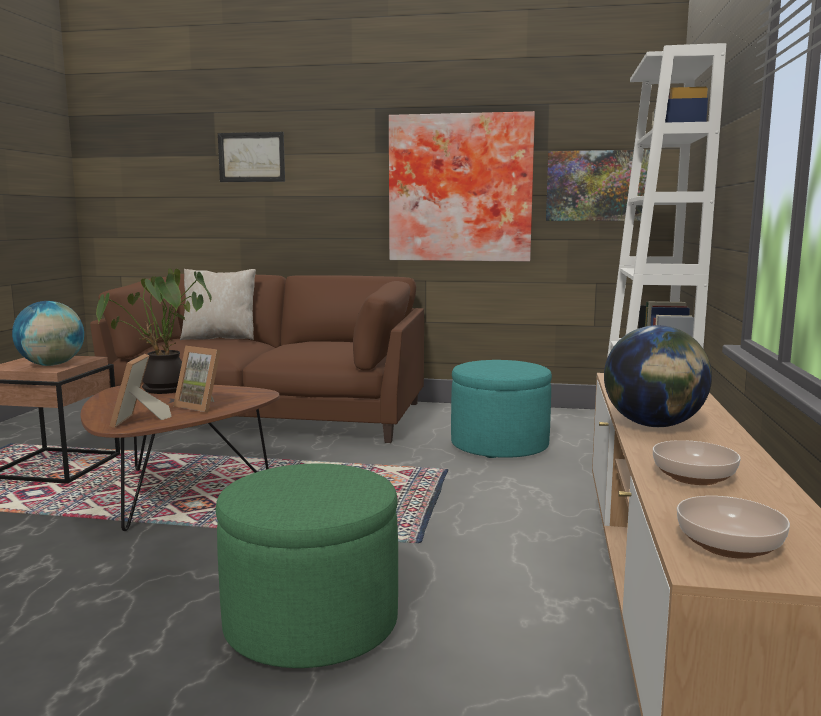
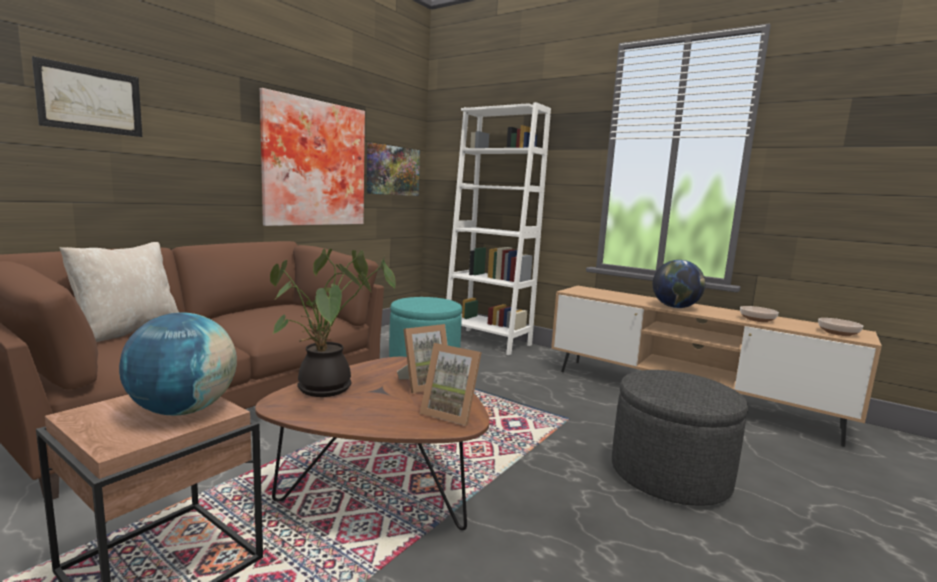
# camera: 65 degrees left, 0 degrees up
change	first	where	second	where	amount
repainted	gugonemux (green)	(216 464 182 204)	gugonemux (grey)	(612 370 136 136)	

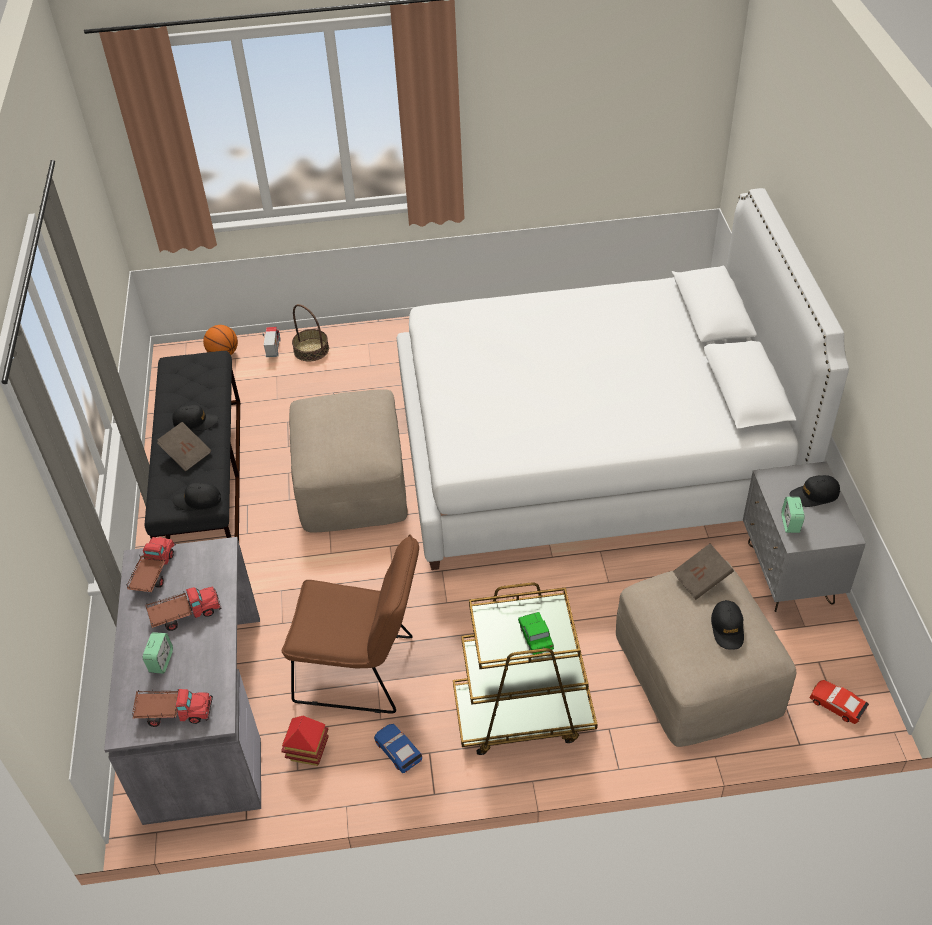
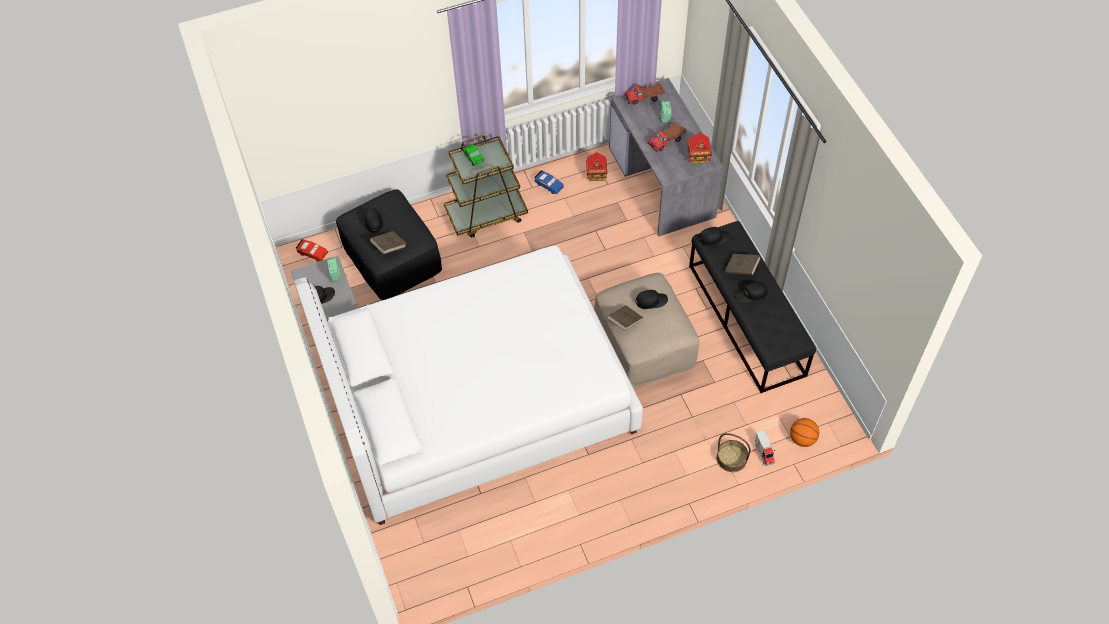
# camera: 165 degrees right, 10 degrees up
change	first	where	second	where	amount
gone	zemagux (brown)	(282 534 137 180)			
swapped	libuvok	(126 537 50 55)	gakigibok	(687 132 25 32)	
repainted	gugonemux (beige)	(616 560 180 187)	gugonemux (black)	(336 189 106 111)	
new			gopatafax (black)	(635 290 33 19)	
new			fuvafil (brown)	(607 305 36 26)	

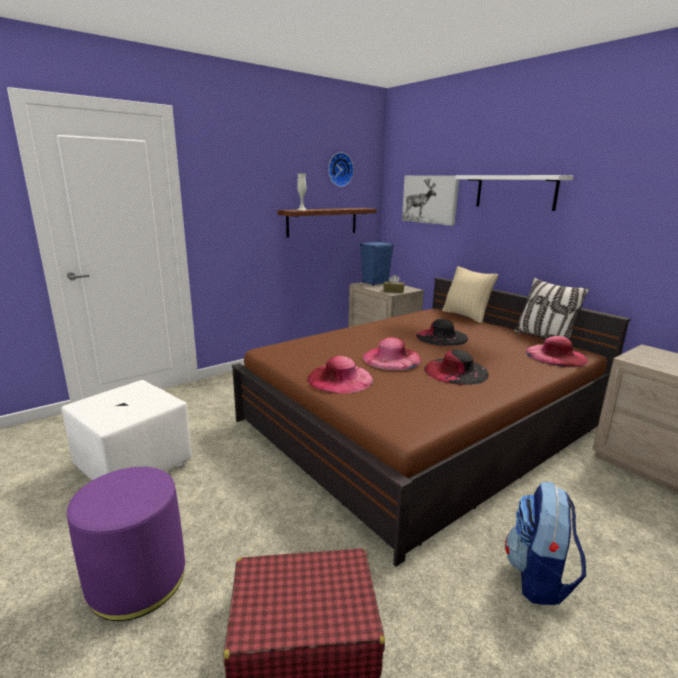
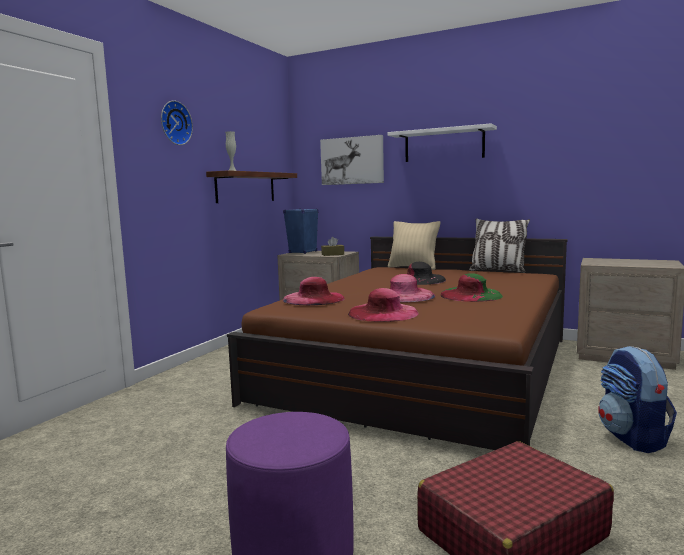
# camera: 25 degrees left, 10 degrees down
change	first	where	second	where	amount
shifted	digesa	(328 152 26 35)		(161 100 32 45)	
shifted	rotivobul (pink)	(526 336 62 31)		(283 277 62 28)	
repainted	rotivobul (black)	(424 349 65 36)	rotivobul (green)	(441 273 62 29)	
gone	gugonemux (white)	(61 380 131 100)			

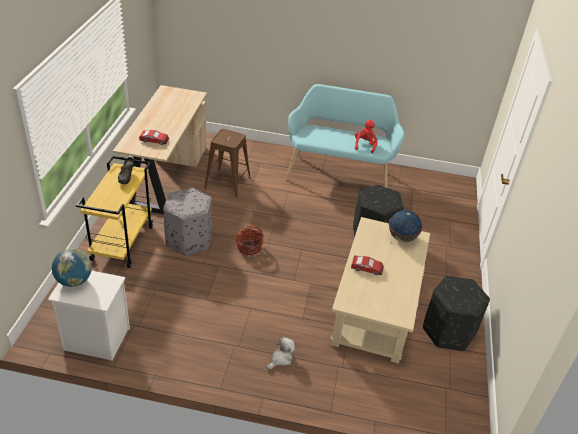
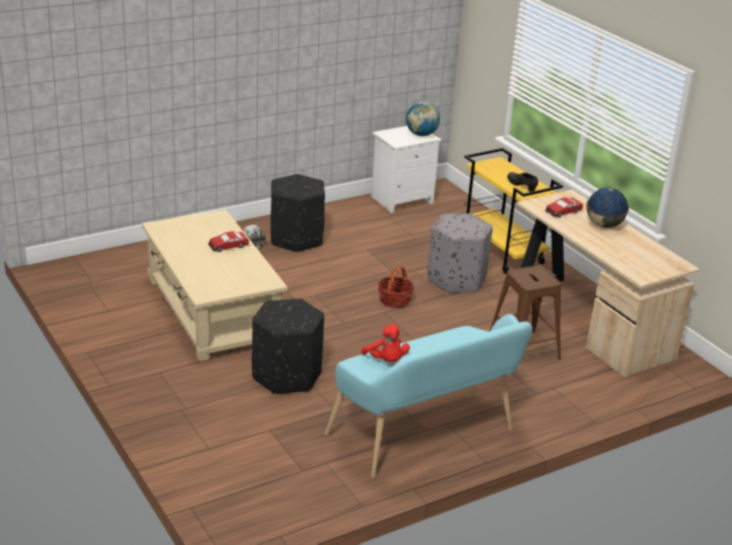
# camera: 140 degrees right, 10 degrees down
change	first	where	second	where	amount
shifted	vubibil	(389 210 33 32)		(586 188 43 40)	
shifted	gugonemux (black)	(423 276 67 75)		(270 174 55 79)	

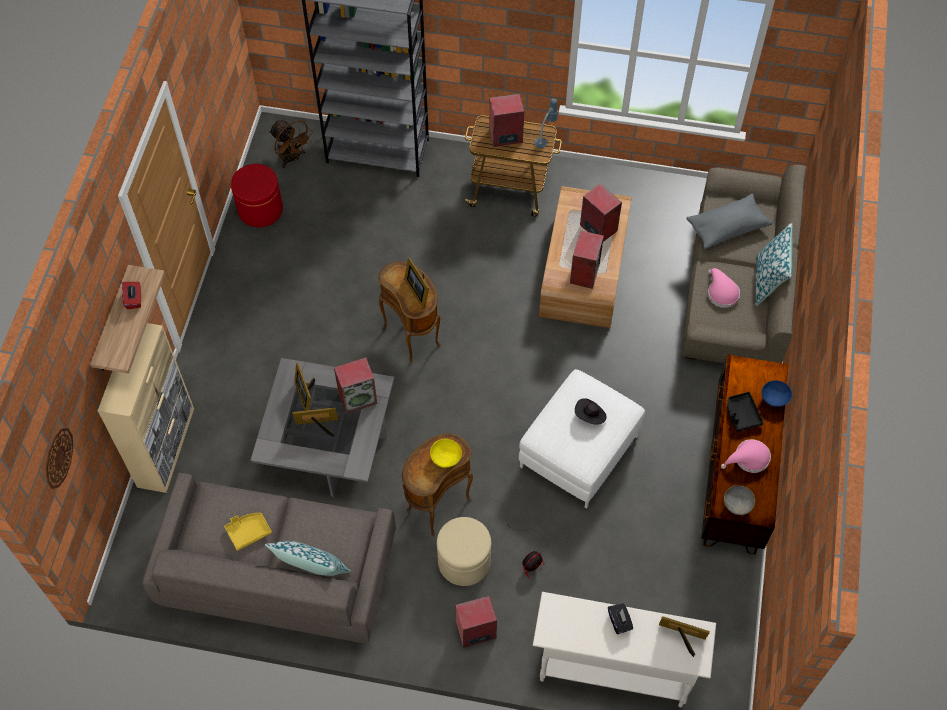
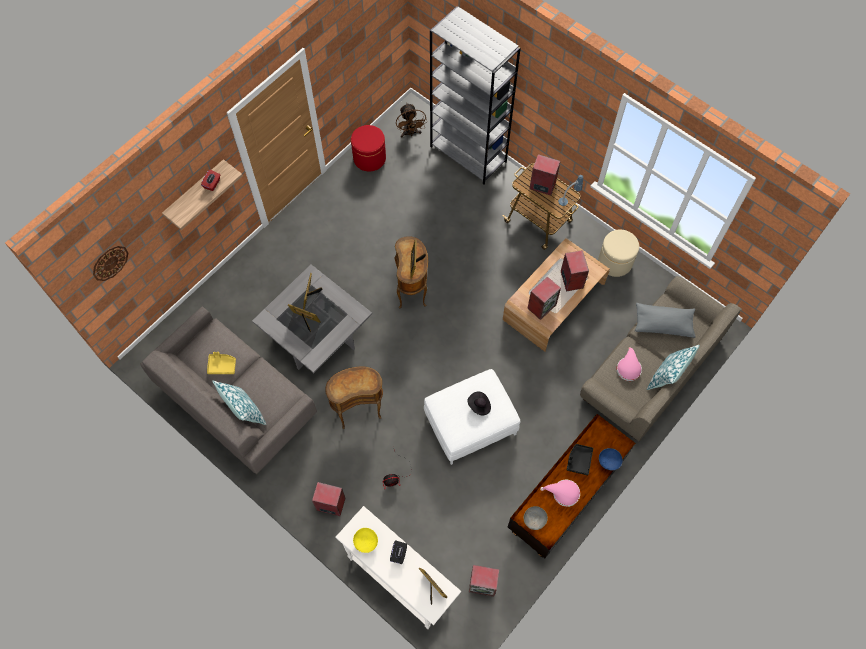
# camera: 30 degrees right, 5 degrees up
change	first	where	second	where	amount
gone	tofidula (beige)	(98 323 96 170)			
shifted	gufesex	(334 357 43 57)		(469 565 30 32)	
shifted	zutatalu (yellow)	(430 439 32 29)		(353 528 25 25)	
shifted	gugonemux (beige)	(437 517 54 69)		(598 230 41 47)	

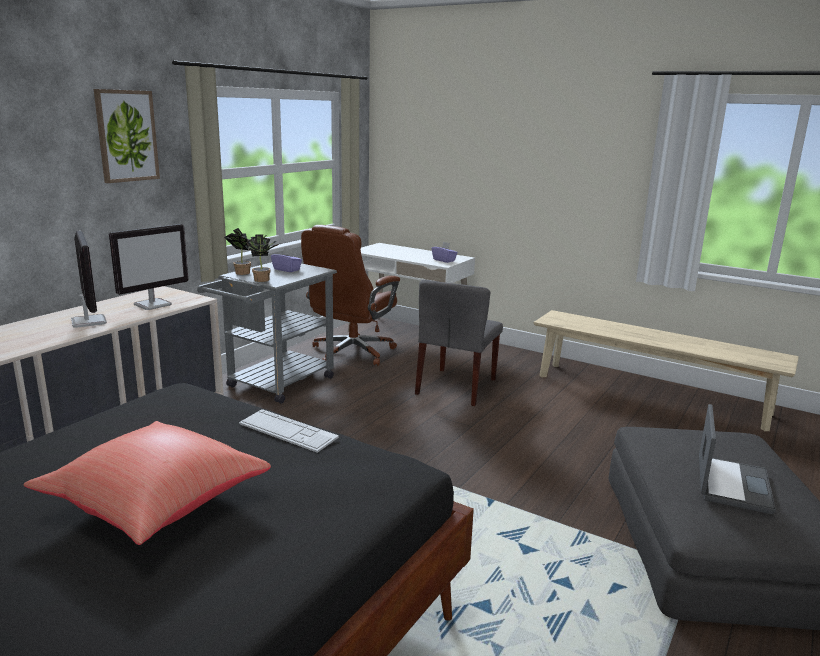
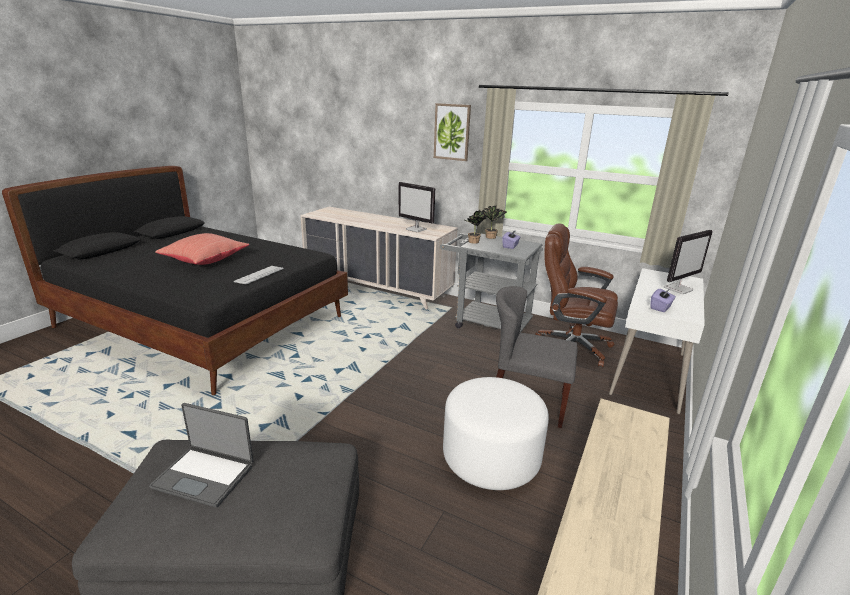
# camera: 85 degrees right, 5 degrees up
change	first	where	second	where	amount
shifted	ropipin	(71 231 36 97)		(664 230 49 64)	
new			gugonemux (white)	(443 377 106 113)	

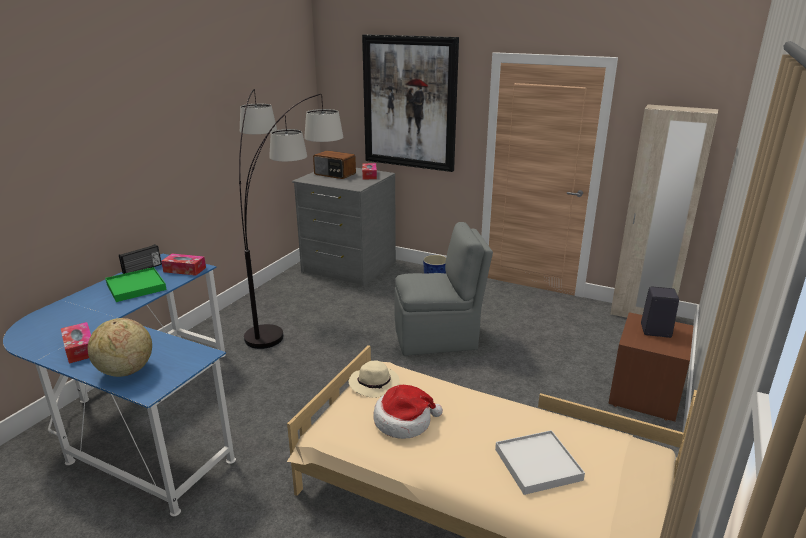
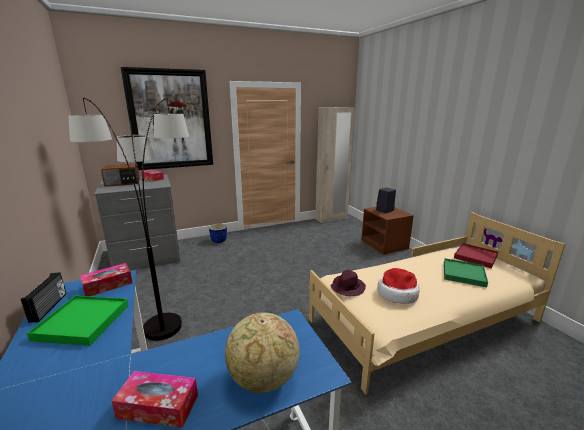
# camera: 50 degrees left, 5 degrees down
change	first	where	second	where	amount
gone	zemagux (grey)	(394 222 99 134)			
repainted	rotivobul (beige)	(349 361 51 37)	rotivobul (purple)	(330 270 36 26)	
repainted	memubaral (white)	(495 430 90 65)	memubaral (green)	(444 258 44 29)	
new			memubaral (red)	(454 243 44 25)	

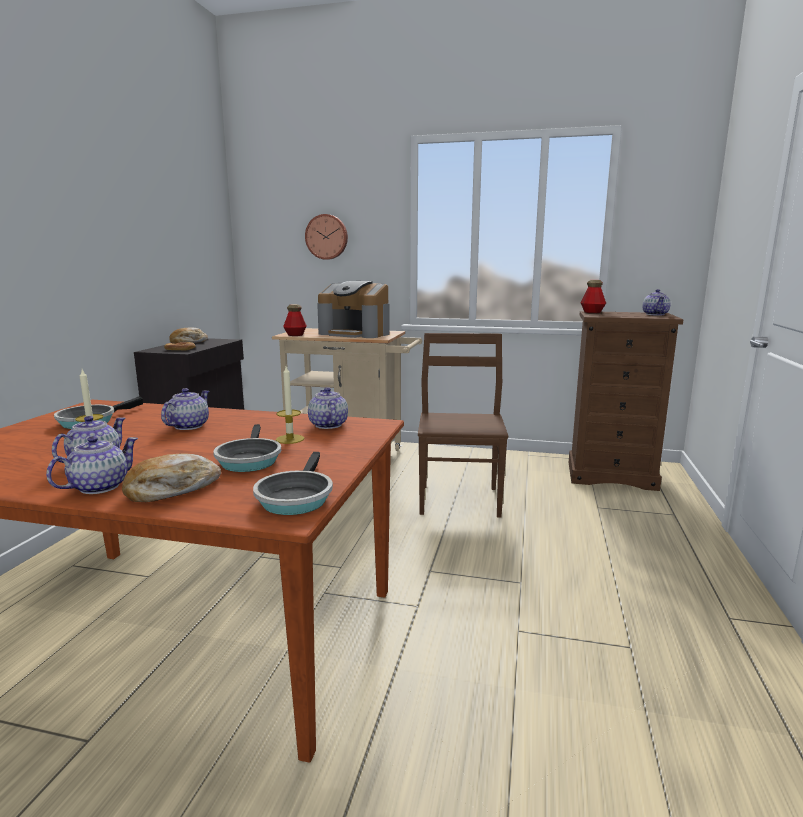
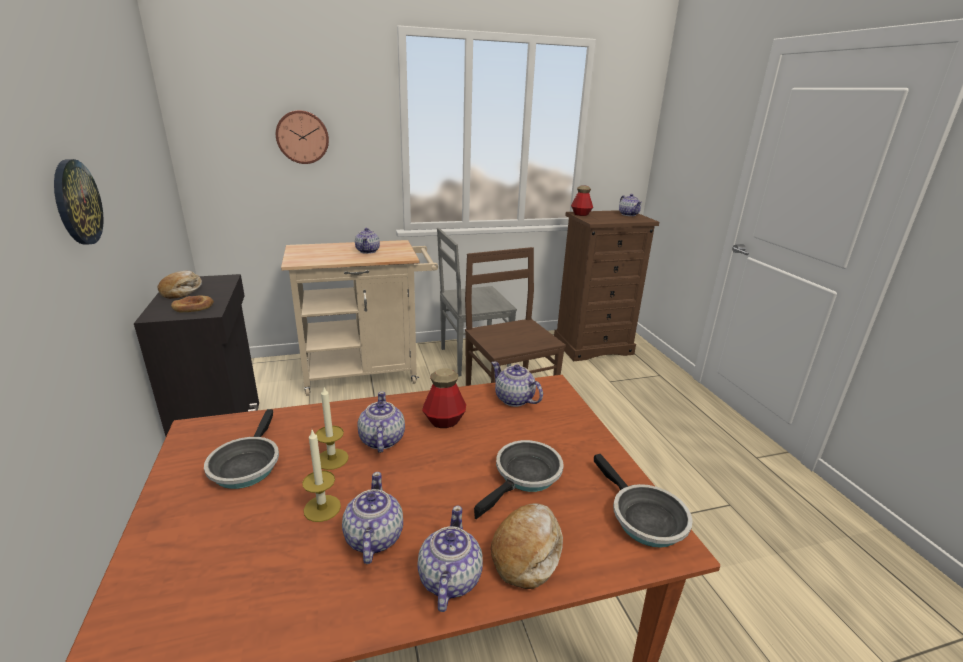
# camera: 30 degrees left, 10 degrees up
change	first	where	second	where	amount
swapped	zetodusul	(317 281 73 57)	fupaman	(355 228 25 26)	
shifted	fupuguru	(283 304 24 32)		(422 368 44 60)	
shifted	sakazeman	(276 366 28 78)		(316 387 33 83)	
rotated	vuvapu	(213 424 68 48)		(474 440 90 79)	105 degrees counterclockwise
new			digesa	(54 159 50 86)	
new			zemagux (grey)	(437 228 80 149)	

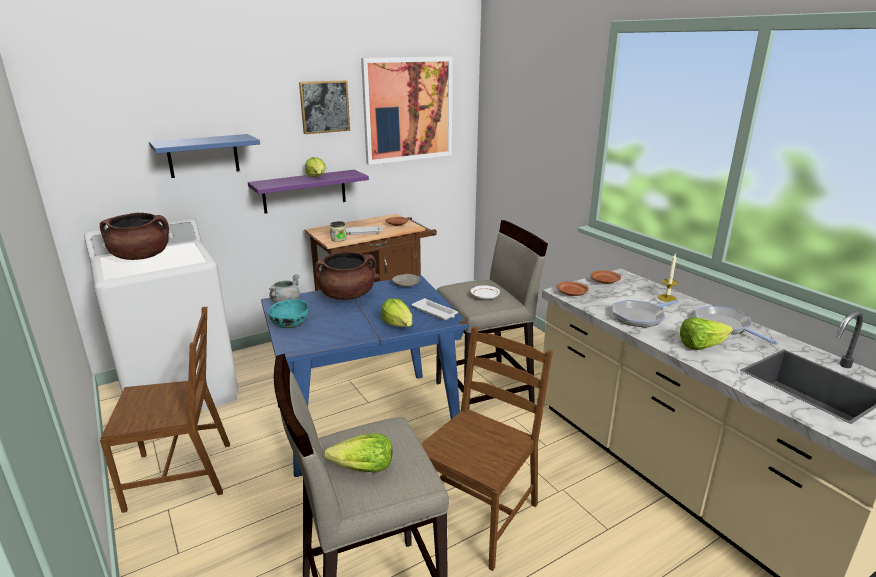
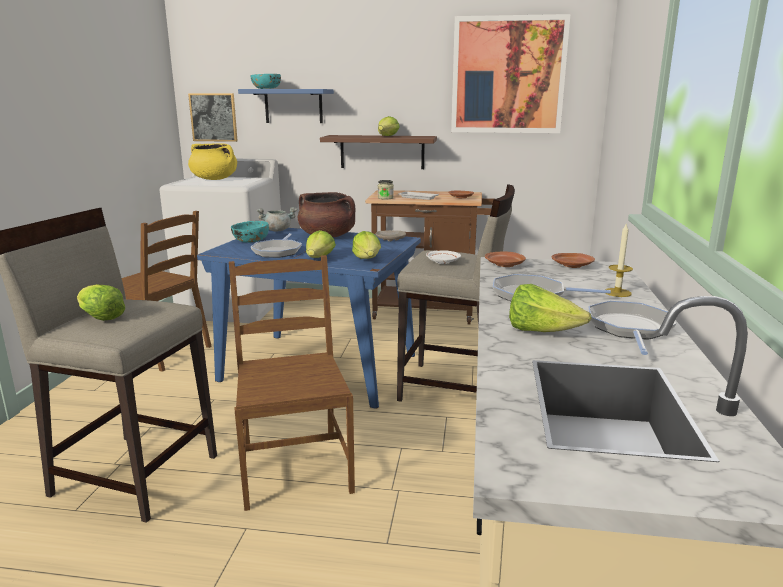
# camera: 40 degrees right, 5 degrees down
change	first	where	second	where	amount
shifted	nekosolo	(299 80 51 54)		(188 93 50 49)	
repainted	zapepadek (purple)	(248 170 121 44)	zapepadek (brown)	(320 135 117 34)	
repainted	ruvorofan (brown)	(100 212 69 48)	ruvorofan (yellow)	(188 143 49 37)	
swapped	memubaral (white)	(412 298 46 22)	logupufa	(352 231 29 28)	
rotated	zemagux (brown)	(421 326 132 245)		(229 255 126 256)	90 degrees counterclockwise
new			zutatalu (turquoise)	(251 74 30 15)	
new			vuvapu	(251 233 51 25)	

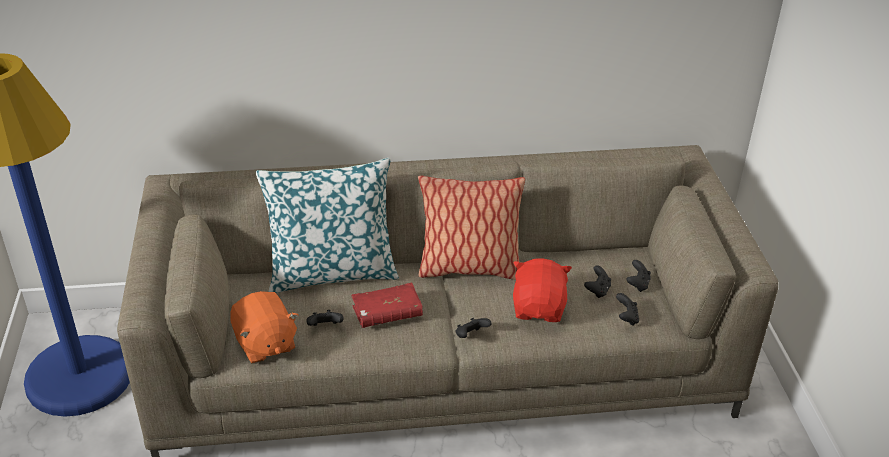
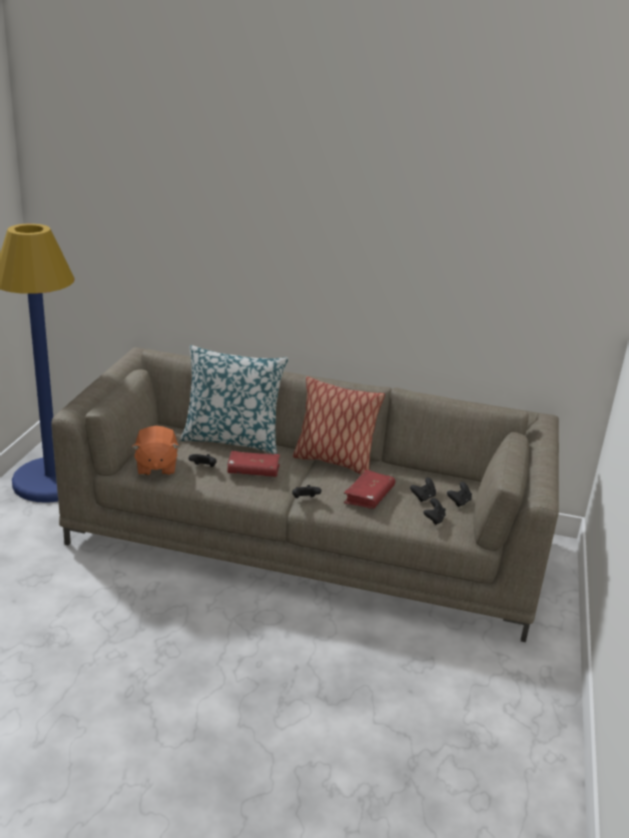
# camera: 20 degrees right, 10 degrees down
change	first	where	second	where	amount
swapped	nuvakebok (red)	(513 258 59 64)	fuvafil (red)	(344 470 51 39)	

